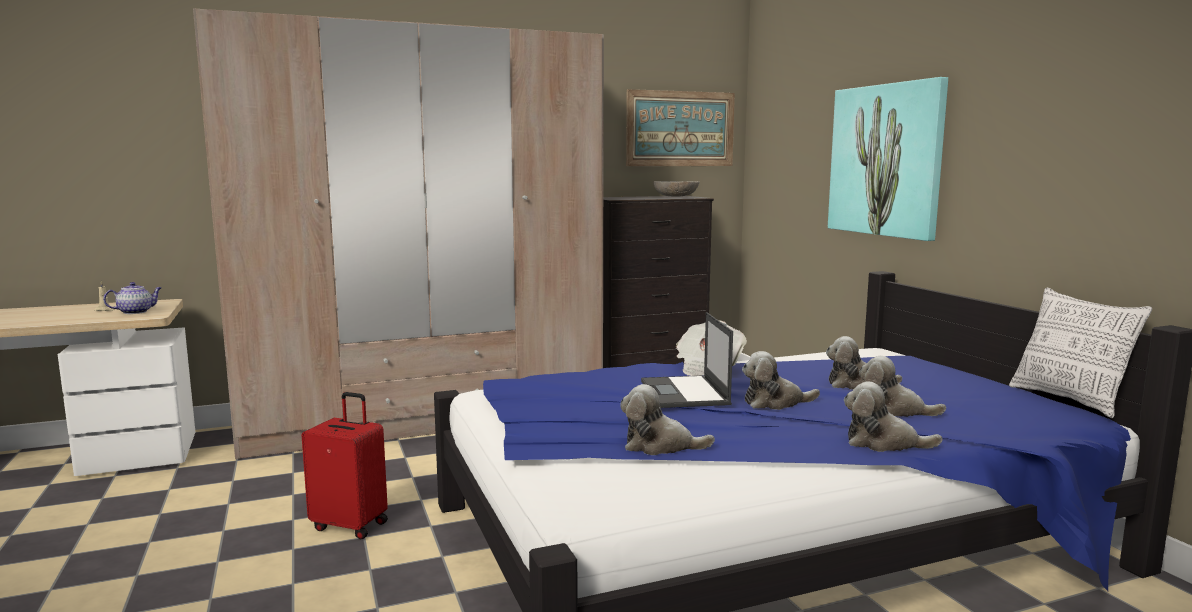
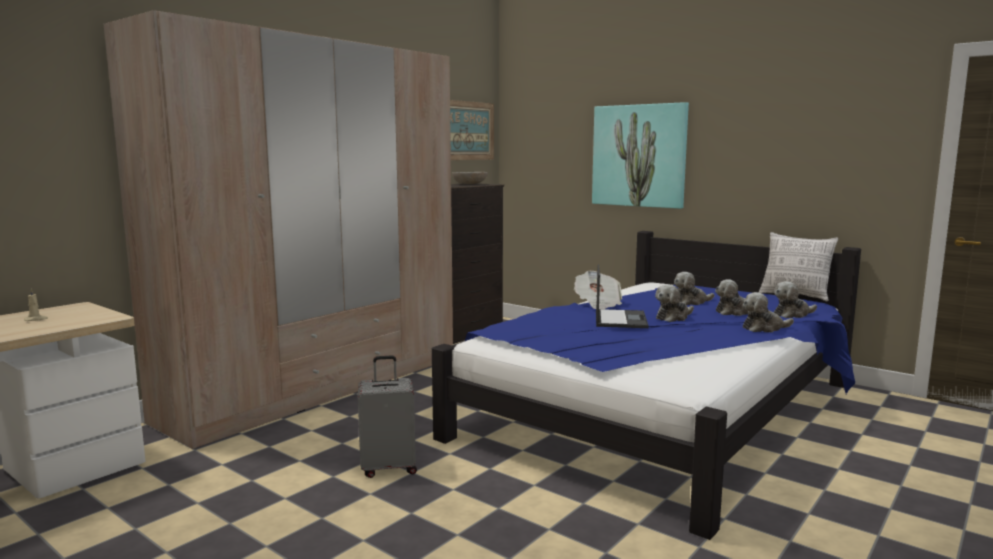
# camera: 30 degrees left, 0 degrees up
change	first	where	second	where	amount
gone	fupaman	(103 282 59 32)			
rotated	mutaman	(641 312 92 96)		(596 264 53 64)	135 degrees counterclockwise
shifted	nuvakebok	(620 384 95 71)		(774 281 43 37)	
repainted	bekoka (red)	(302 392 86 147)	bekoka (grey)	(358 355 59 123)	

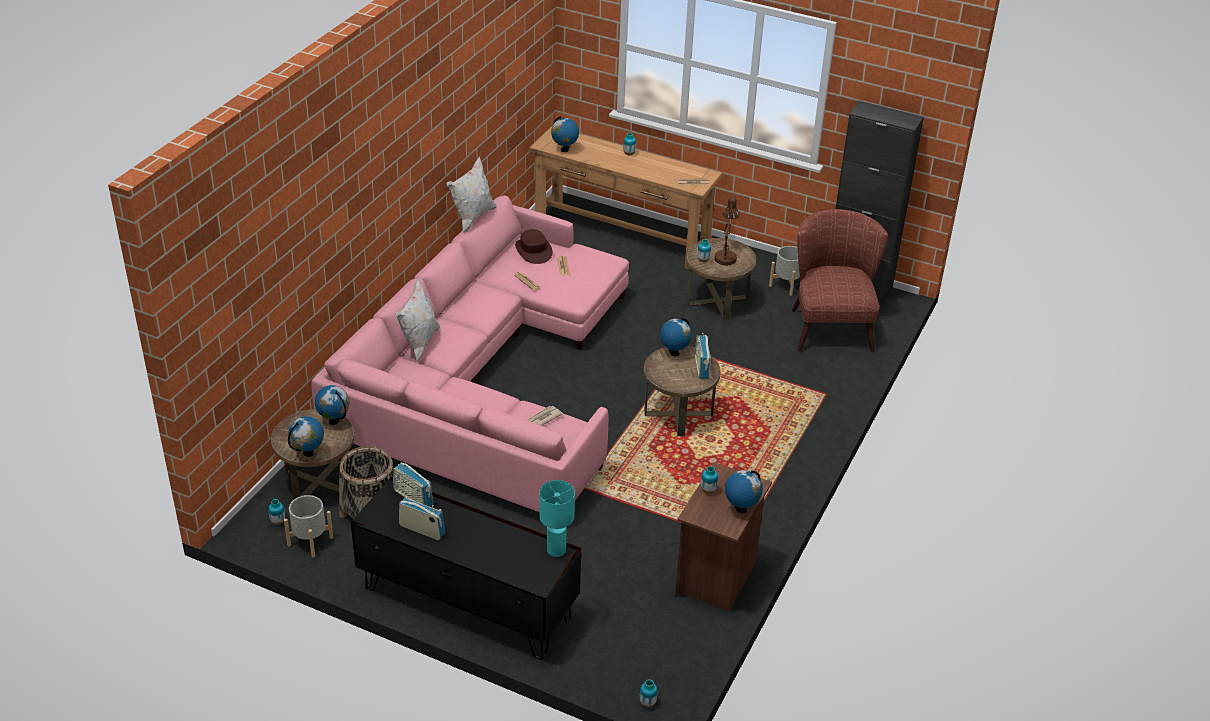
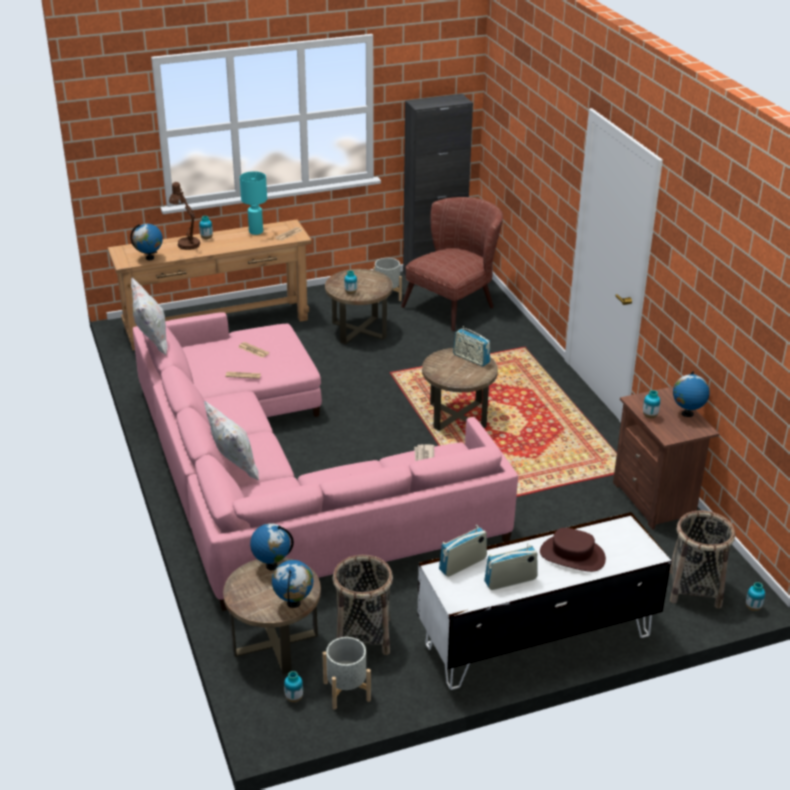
# camera: 45 degrees left, 5 degrees down
change	first	where	second	where	amount
shifted	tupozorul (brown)	(714 197 26 68)		(169 182 31 68)	
rotated	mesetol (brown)	(792 209 96 143)		(401 197 102 134)	90 degrees clockwise
shifted	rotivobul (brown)	(515 229 38 35)		(540 528 66 44)	
gone	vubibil	(660 318 32 38)			
rotated	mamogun	(393 462 40 45)		(439 525 48 52)	150 degrees clockwise
repainted	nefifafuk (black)	(351 477 230 183)	nefifafuk (white)	(417 512 254 178)	
shifted	tupozorul (turquoise)	(539 480 36 77)		(240 171 27 64)	
new			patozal	(669 511 66 98)	

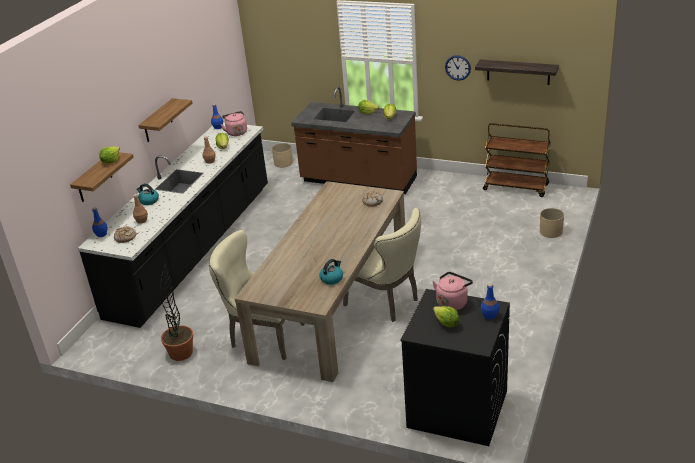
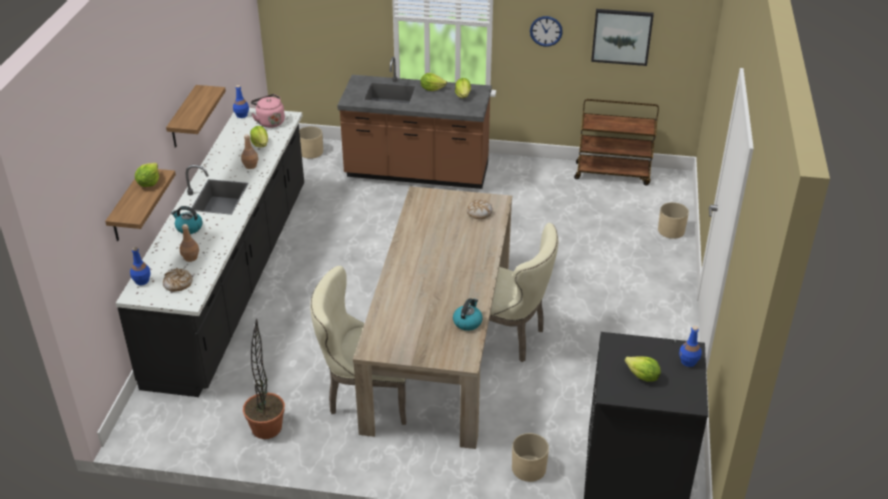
# camera: 15 degrees left, 5 degrees up
change	first	where	second	where	amount
swapped	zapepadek	(475 60 84 25)	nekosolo	(591 9 63 57)	
gone	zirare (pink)	(433 272 40 38)			
new			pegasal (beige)	(512 433 37 49)	

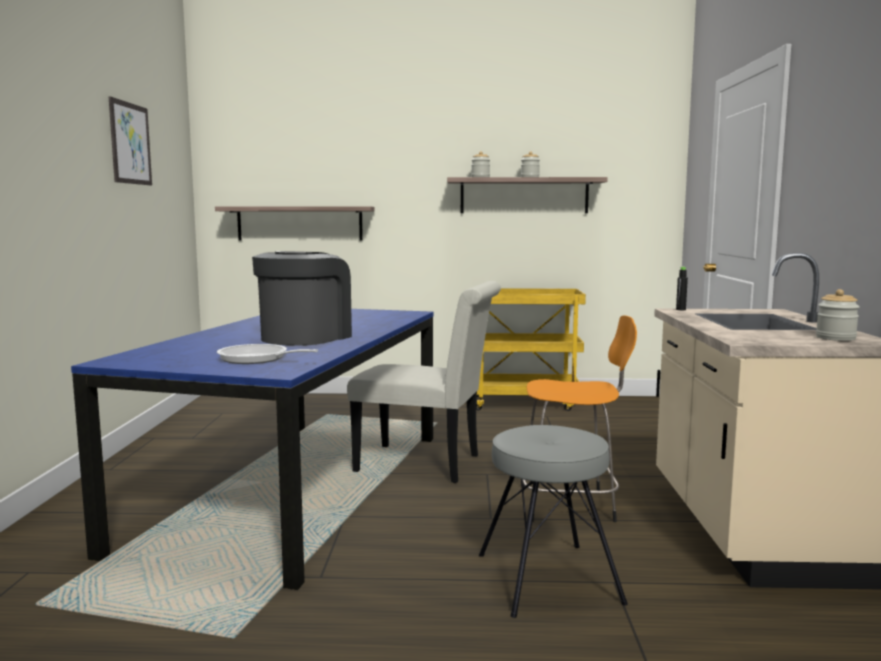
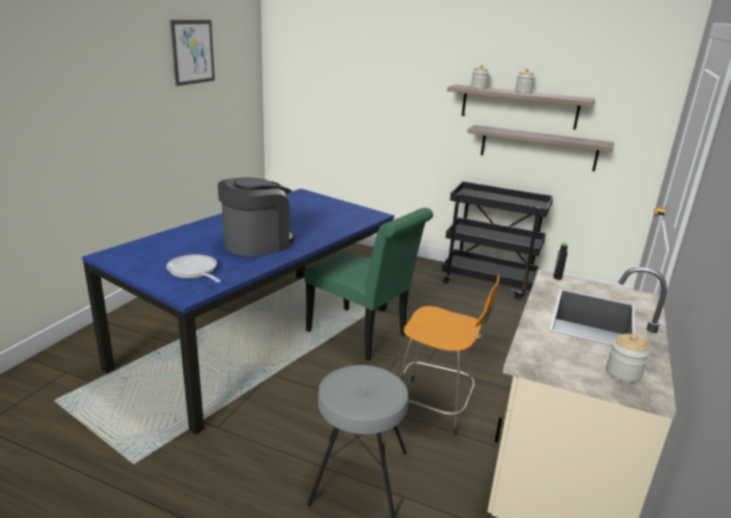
# camera: 20 degrees right, 15 degrees up
change	first	where	second	where	amount
shifted	zapepadek	(215 206 160 35)		(467 125 147 46)	
repainted	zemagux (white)	(347 281 154 202)	zemagux (green)	(304 208 129 153)	
repainted	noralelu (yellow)	(476 288 110 123)	noralelu (black)	(442 181 111 119)	

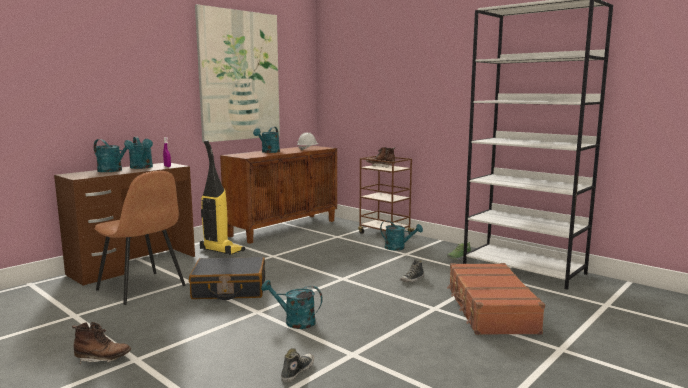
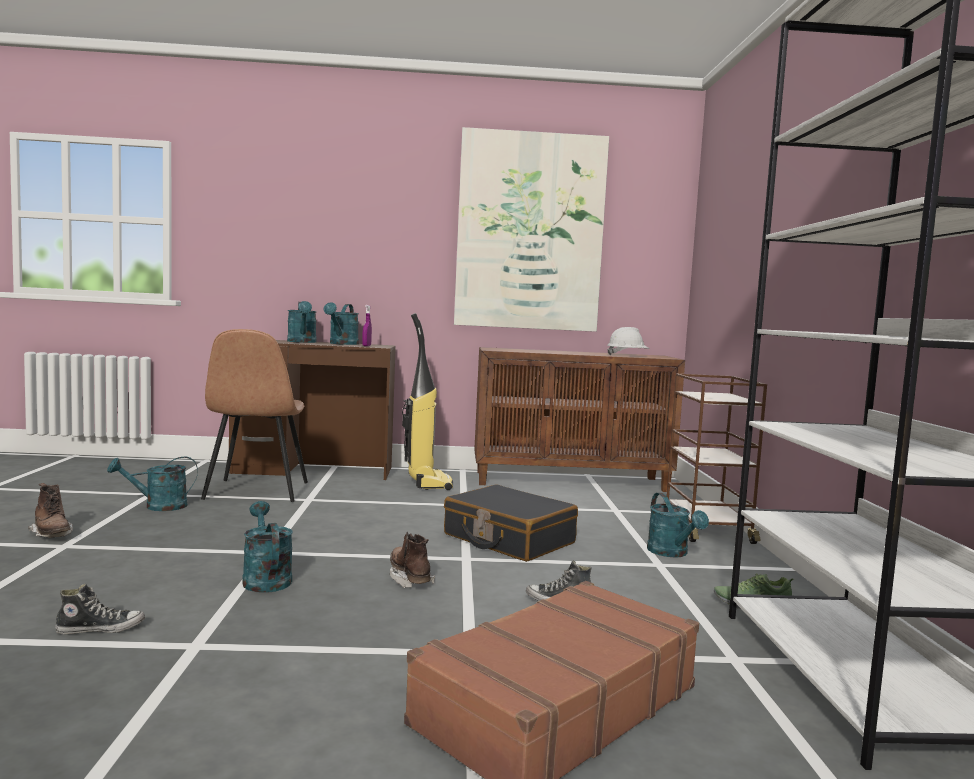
# camera: 45 degrees right, 5 degrees down
change	first	where	second	where	amount
shifted	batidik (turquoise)	(253 127 27 26)		(107 457 91 54)	
shifted	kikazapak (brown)	(366 147 29 21)		(390 532 45 56)	
shifted	bekoka (black)	(189 257 76 43)		(444 484 134 78)	

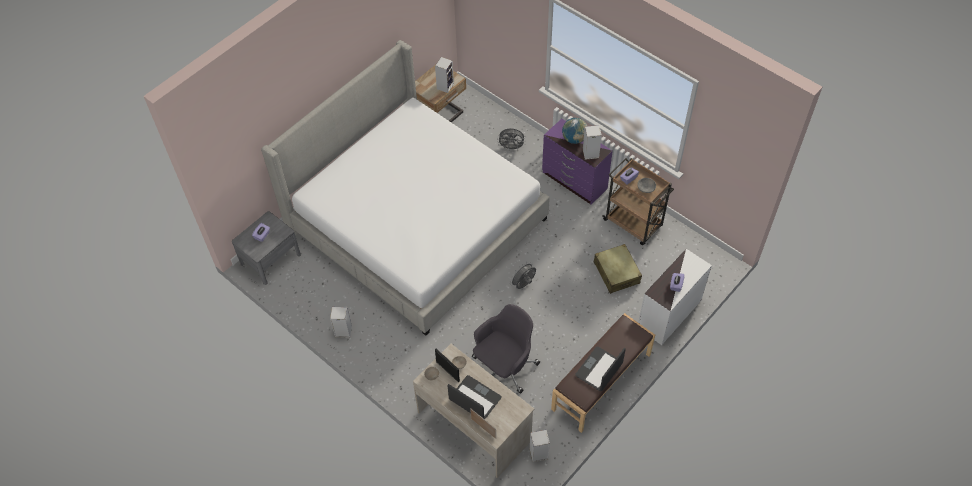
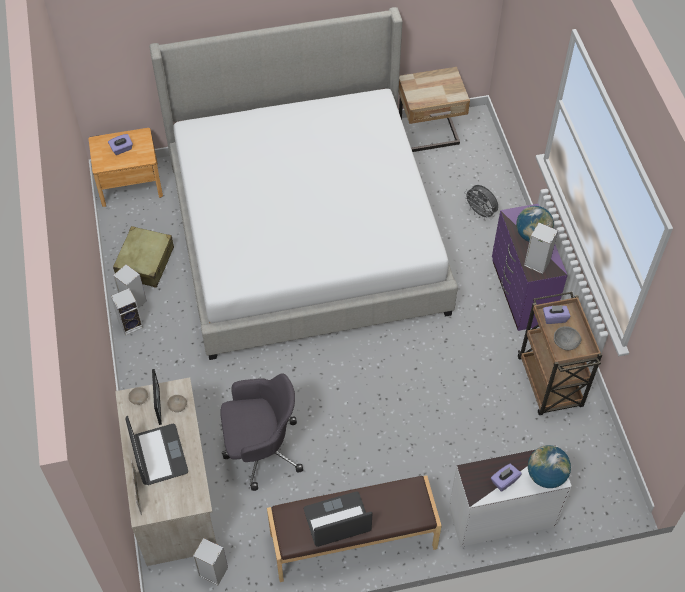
# camera: 35 degrees right, 0 degrees up
change	first	where	second	where	amount
shifted	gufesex	(435 57 19 36)		(111 289 32 47)	
repainted	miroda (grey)	(232 211 69 74)	miroda (brown)	(89 128 74 79)	
shifted	bekoka (beige)	(594 244 48 50)		(113 226 61 62)	
gone	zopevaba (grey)	(510 262 26 27)			
new			vubibil	(528 445 43 43)	

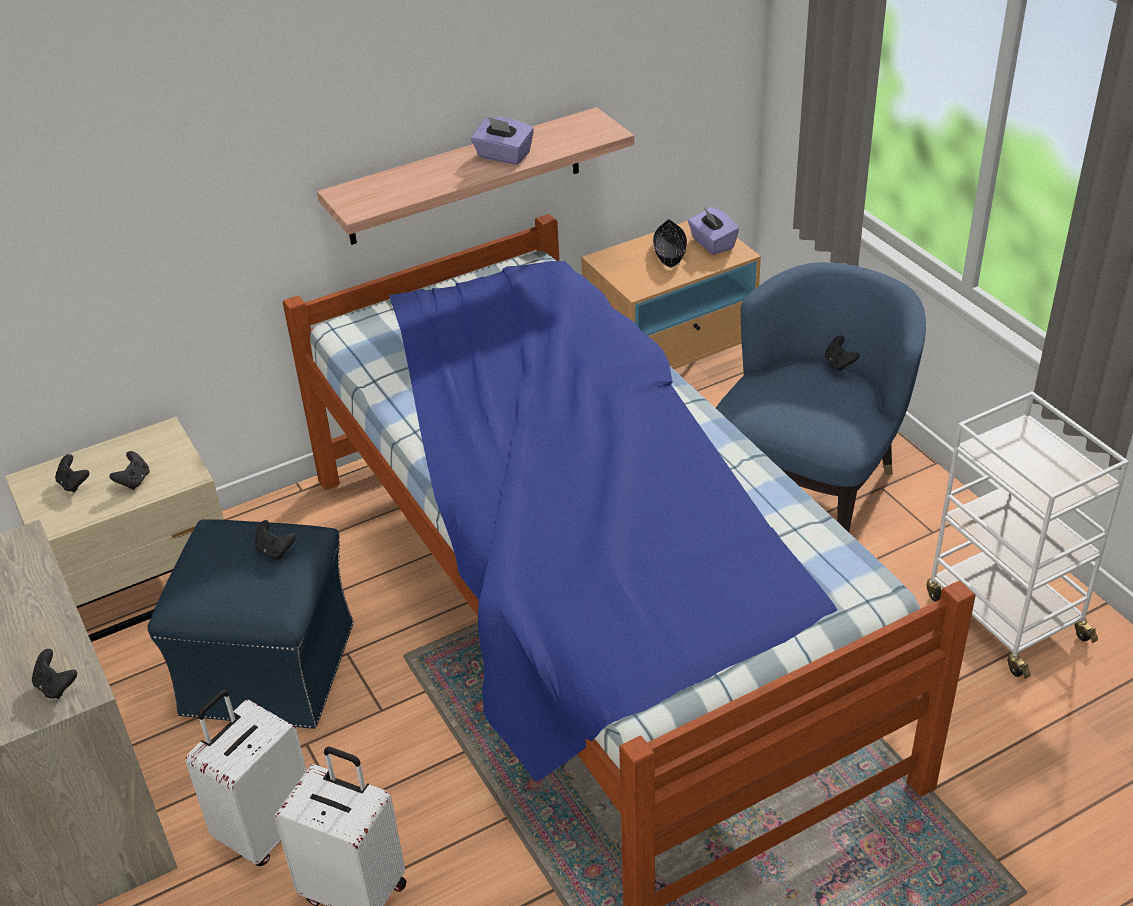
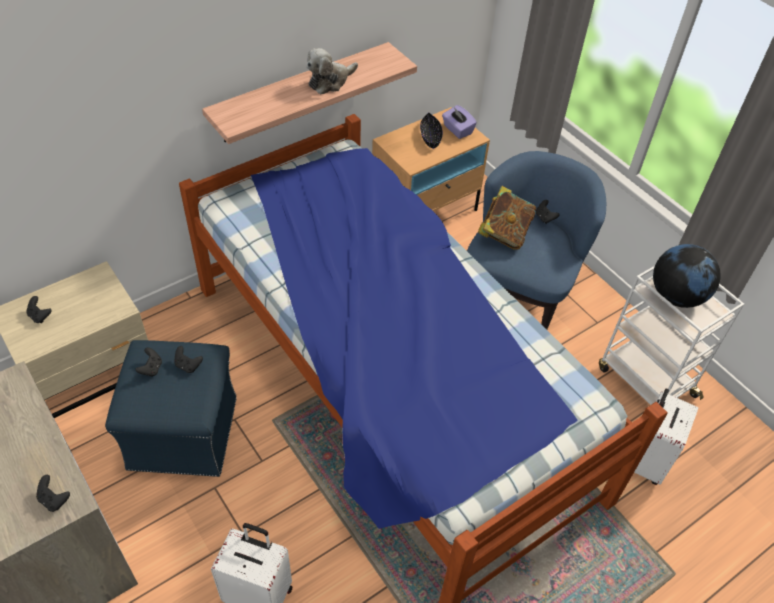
# camera: 10 degrees left, 10 degrees up
change	first	where	second	where	amount
swapped	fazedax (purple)	(471 117 63 48)	nuvakebok	(307 48 51 46)	
shifted	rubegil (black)	(110 451 40 39)		(135 348 27 29)	
shifted	bekoka (white)	(185 689 122 177)		(634 389 65 96)	
new			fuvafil	(478 186 58 64)	
new			vubibil	(653 244 68 64)	

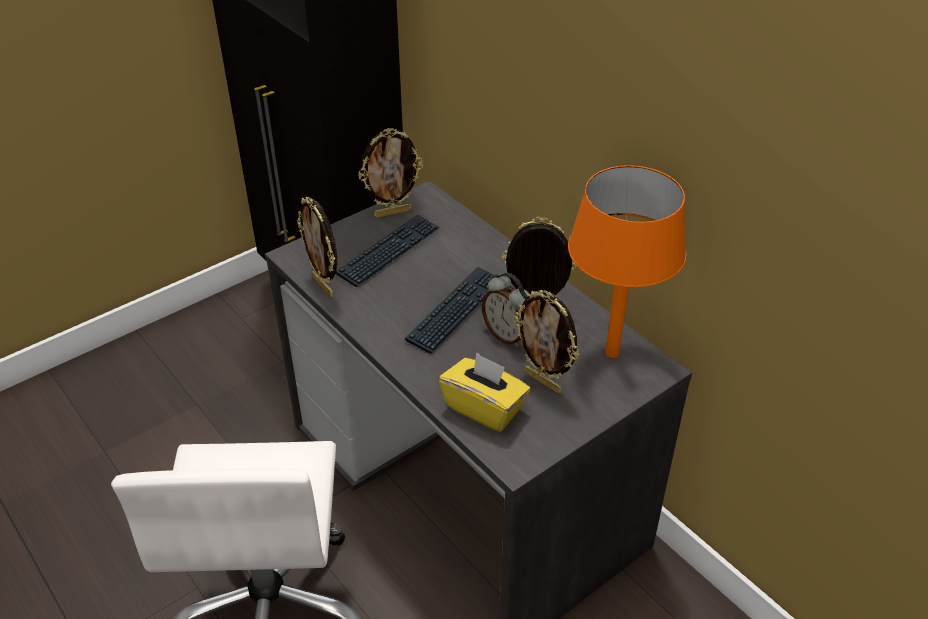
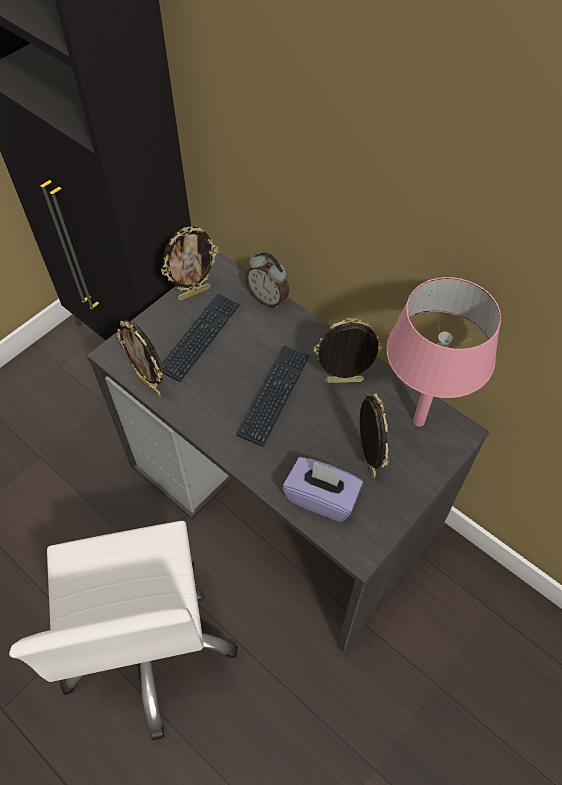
# camera: 10 degrees left, 15 degrees up
change	first	where	second	where	amount
repainted	tupozorul (orange)	(568 165 118 193)	tupozorul (pink)	(386 277 115 150)	
shifted	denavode	(482 273 48 74)		(245 252 44 56)	
rotated	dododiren	(514 290 65 103)		(360 393 29 85)	135 degrees counterclockwise
repainted	fazedax (yellow)	(439 352 91 80)	fazedax (purple)	(283 457 80 65)	

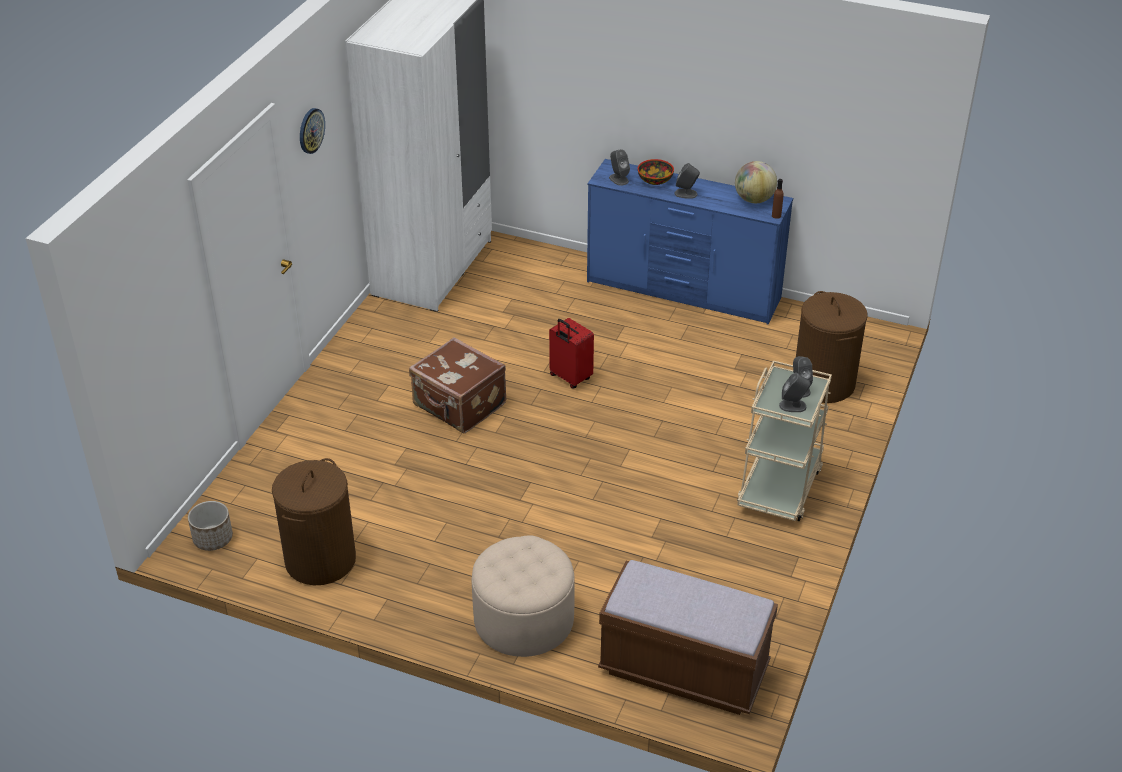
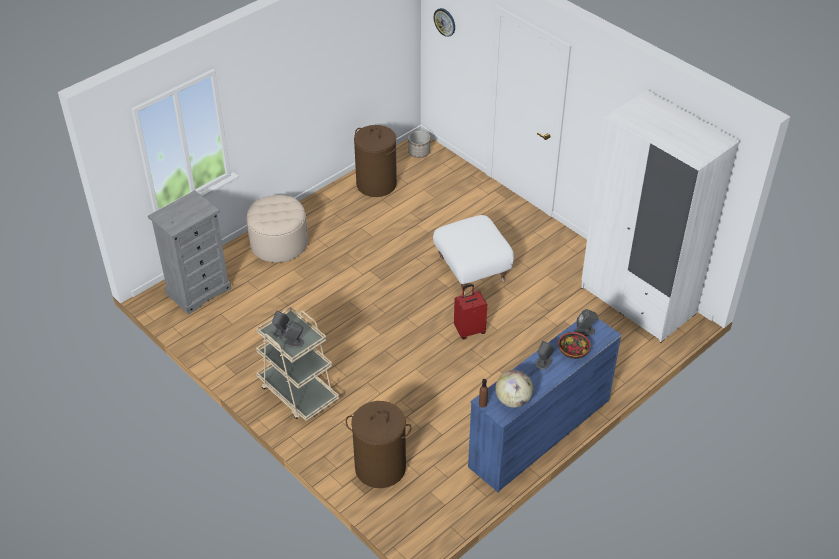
# camera: 115 degrees right, 5 degrees up
change	first	where	second	where	amount
shifted	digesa	(300 108 25 46)		(434 8 21 29)	
swapped	bekoka (brown)	(409 337 97 96)	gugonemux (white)	(433 215 81 79)	
swapped	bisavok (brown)	(598 560 180 155)	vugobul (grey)	(148 190 83 124)	

